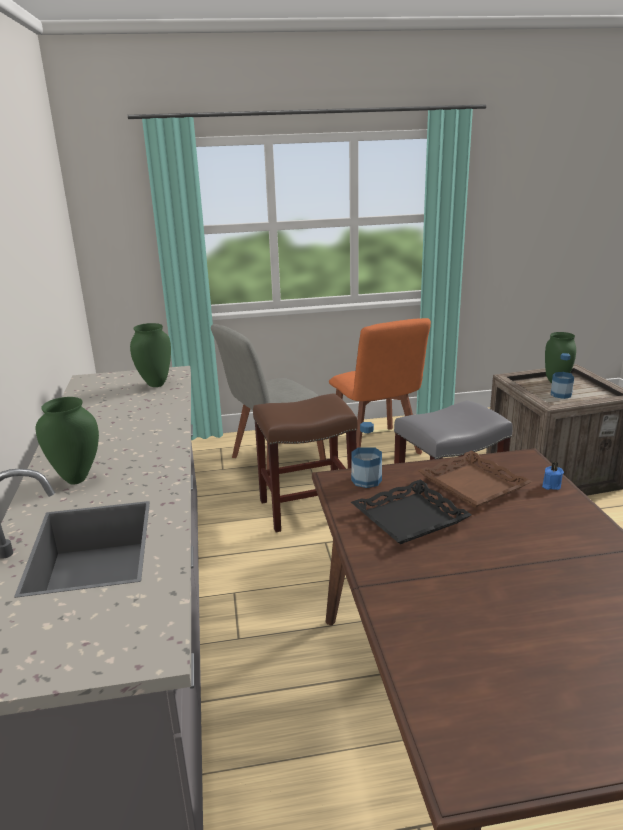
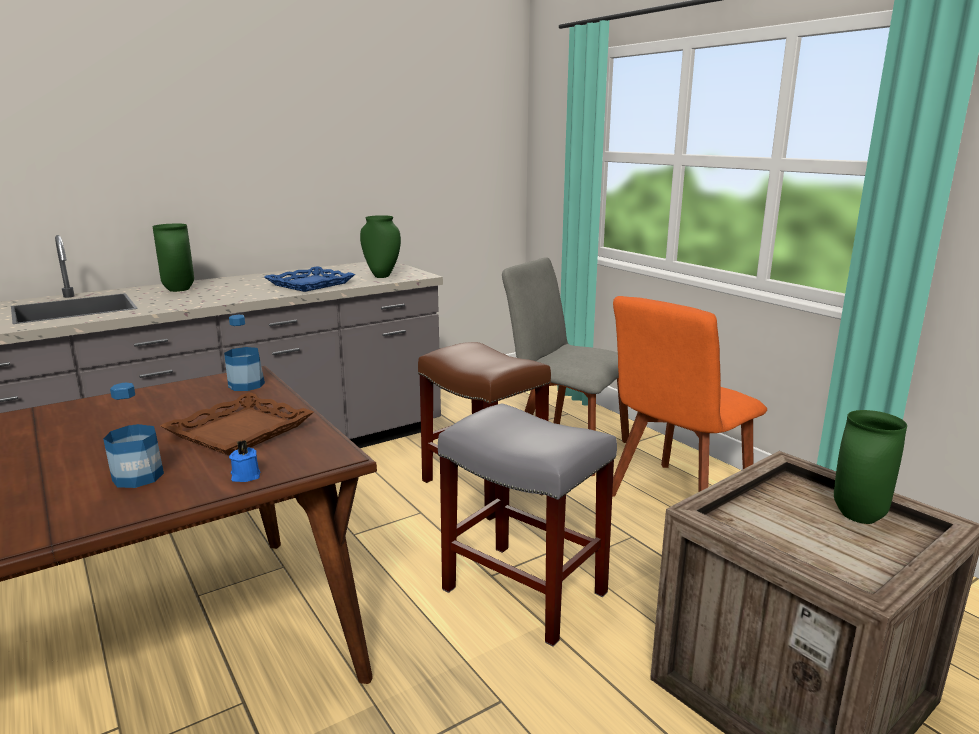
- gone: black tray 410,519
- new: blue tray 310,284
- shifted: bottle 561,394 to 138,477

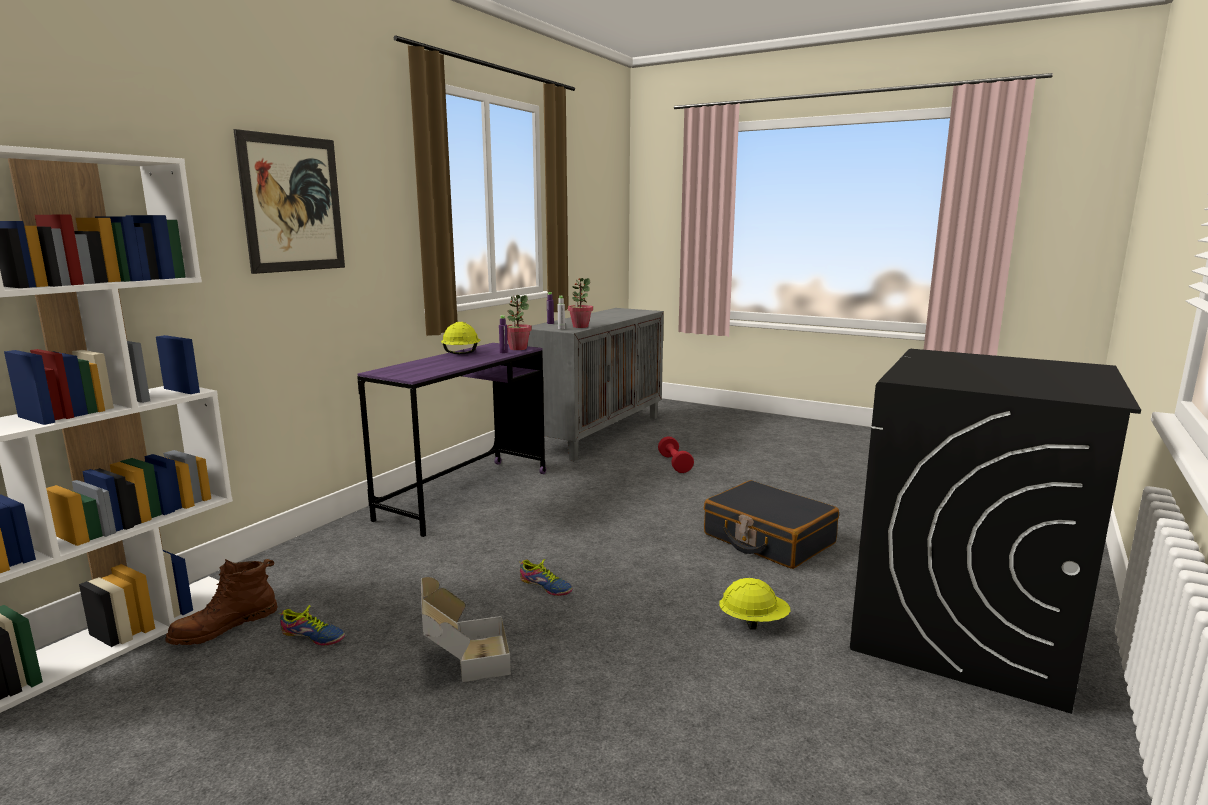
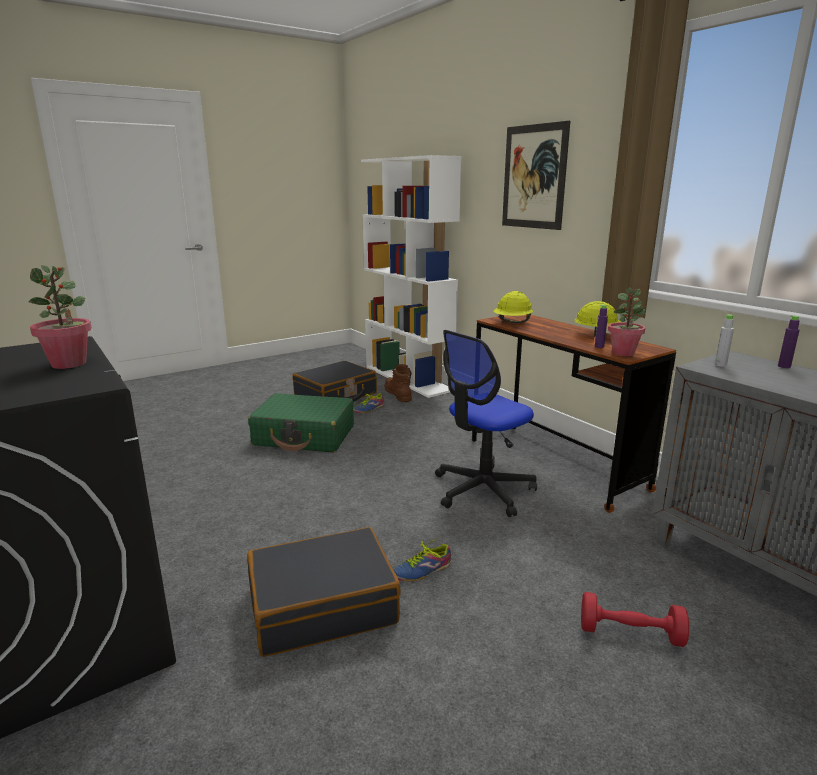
- new: black suitcase 335,395
- new: office chair 483,490
- shifted: shoe 544,587 to 420,569
- shifted: potted plant 580,326 to 69,364
- shifted: yellow hard hat 753,622 to 512,323
- swapped: cardboard box 464,660 to green suitcase 304,436
- repainted: purple desk 465,495 to brown desk 555,464

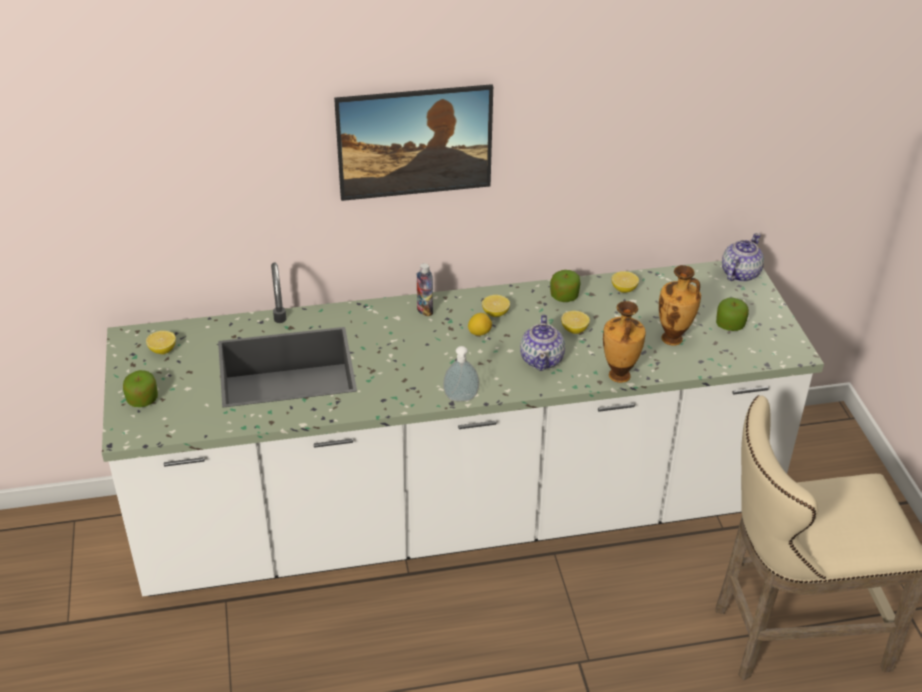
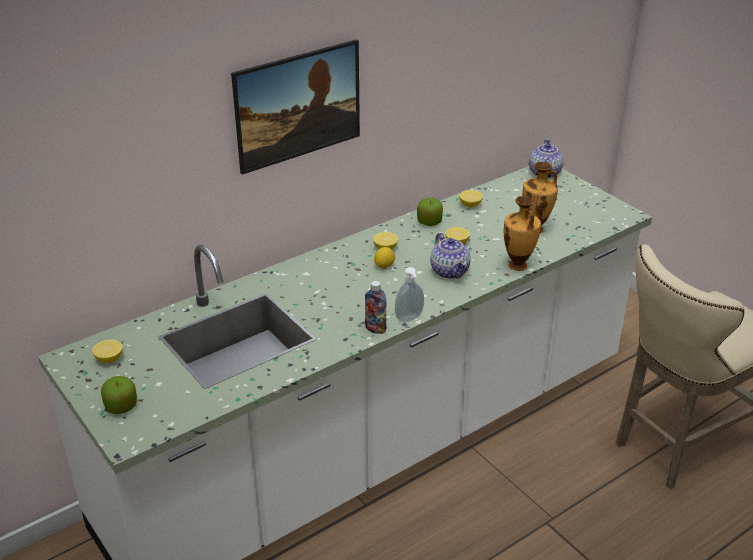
- gone: apple 730,325
- shifted: bottle 425,310 to 375,329

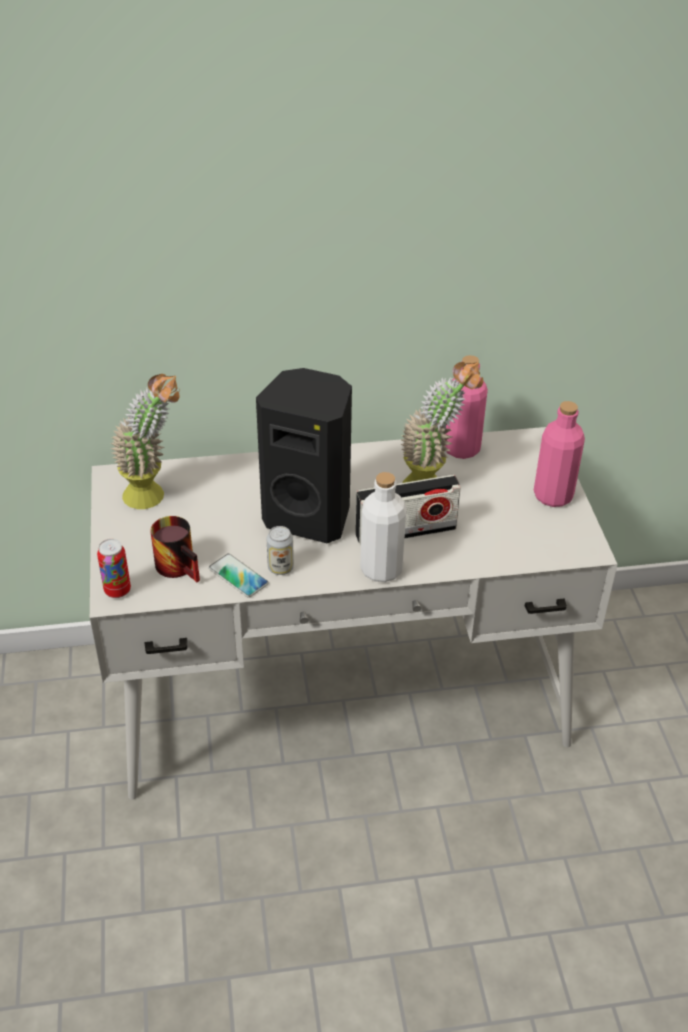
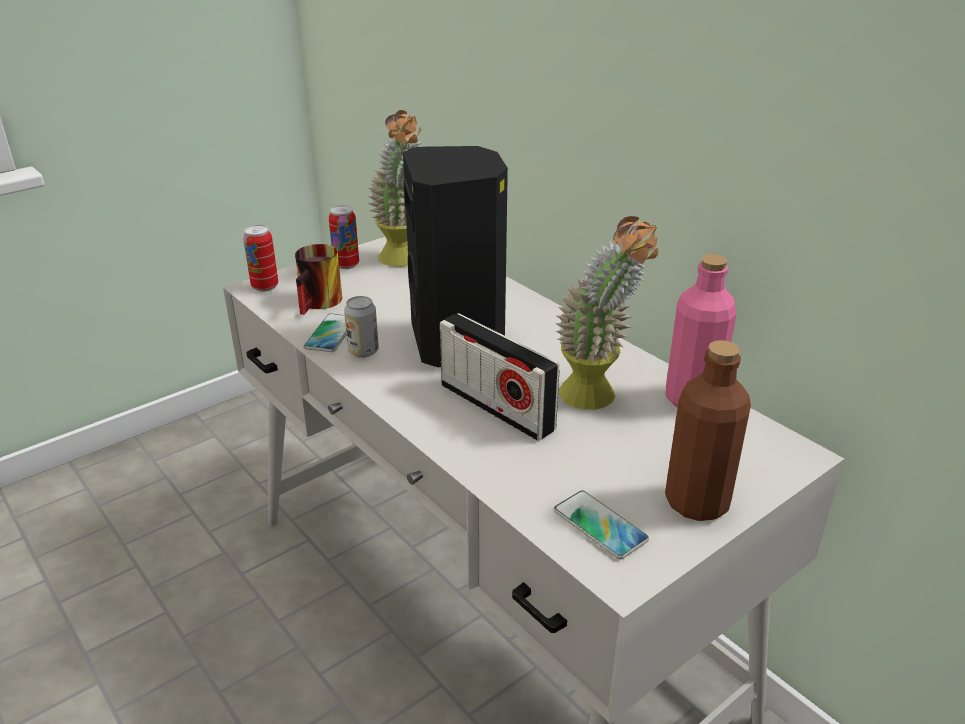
- gone: white bottle 381,569
- new: can 346,265
- new: phone 599,525
- repainted: pink bottle 553,496 to brown bottle 697,502

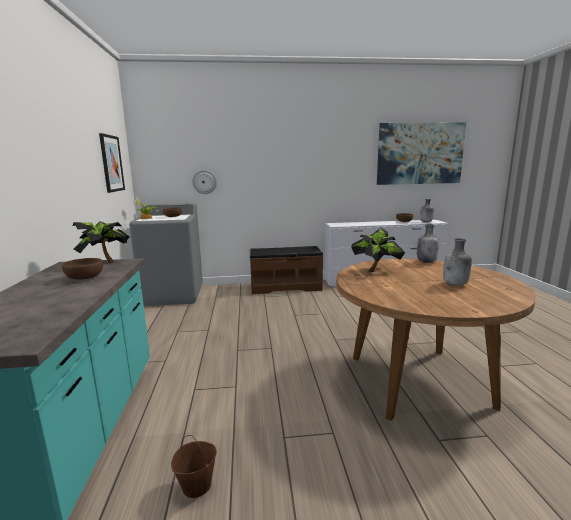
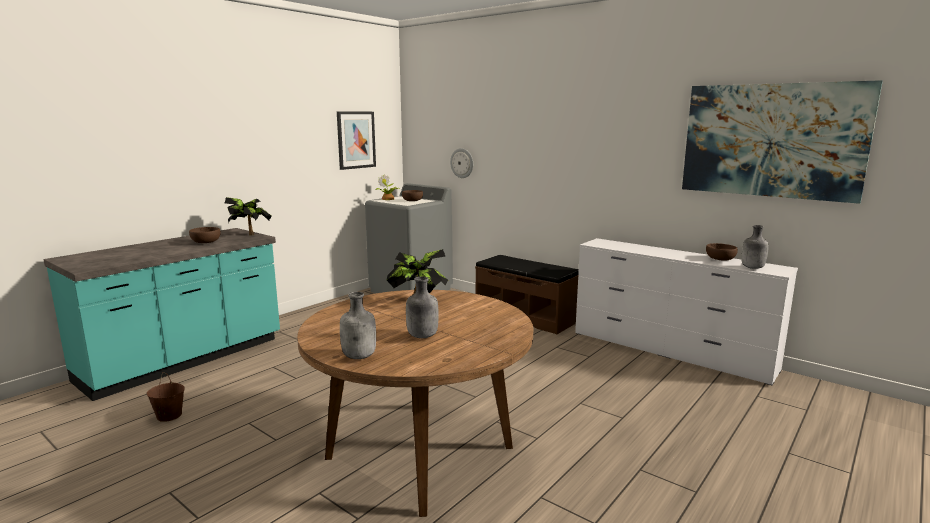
- shifted: grey bottle 426,262 to 360,356

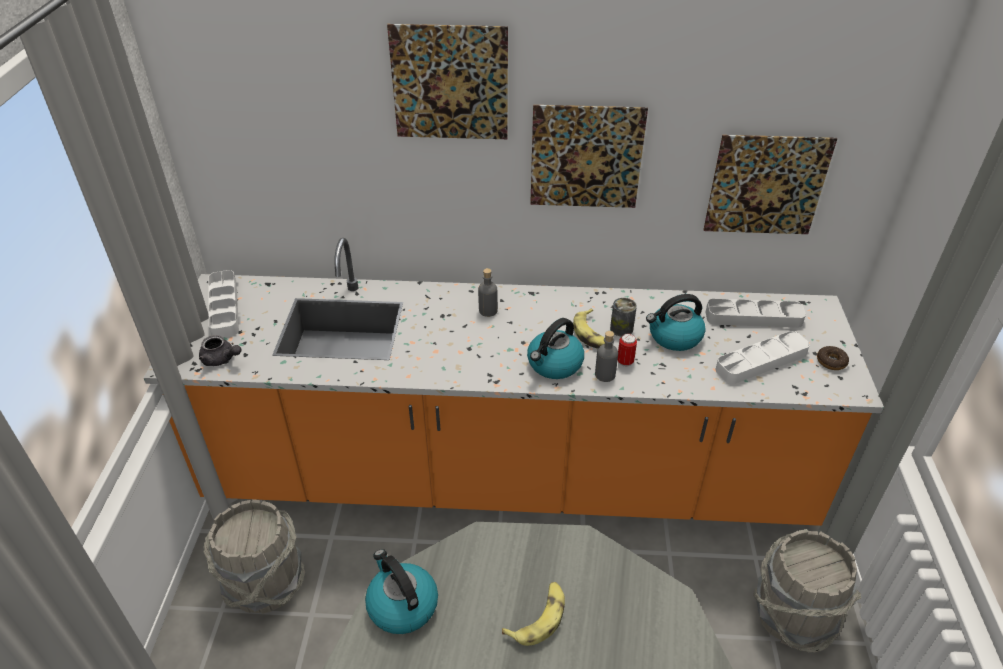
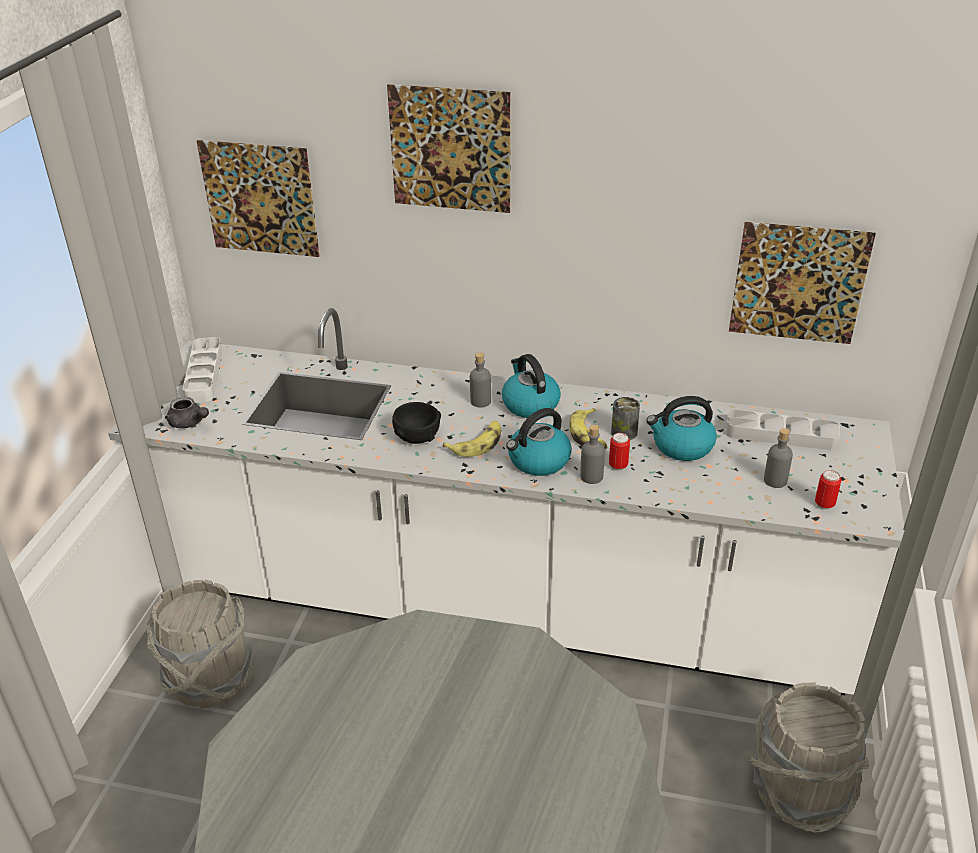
- gone: donut 831,361
- new: black bowl 417,437
- new: can 824,504
- shifted: kettle 401,605 to 529,404
- shifted: banana 538,617 to 477,444
- shifted: picture 586,157 to 260,199
- swapped: white tray 761,361 to grey bottle 775,480
- repainted: orange counter 501,476 to white counter 491,601

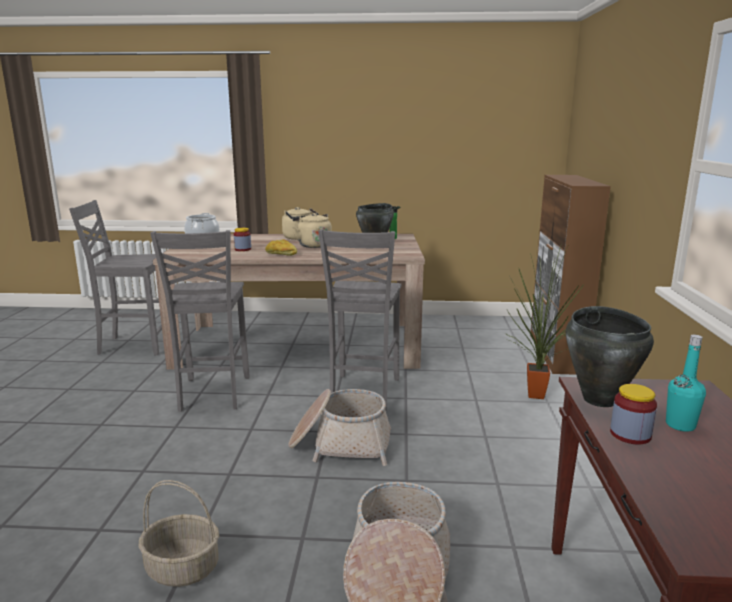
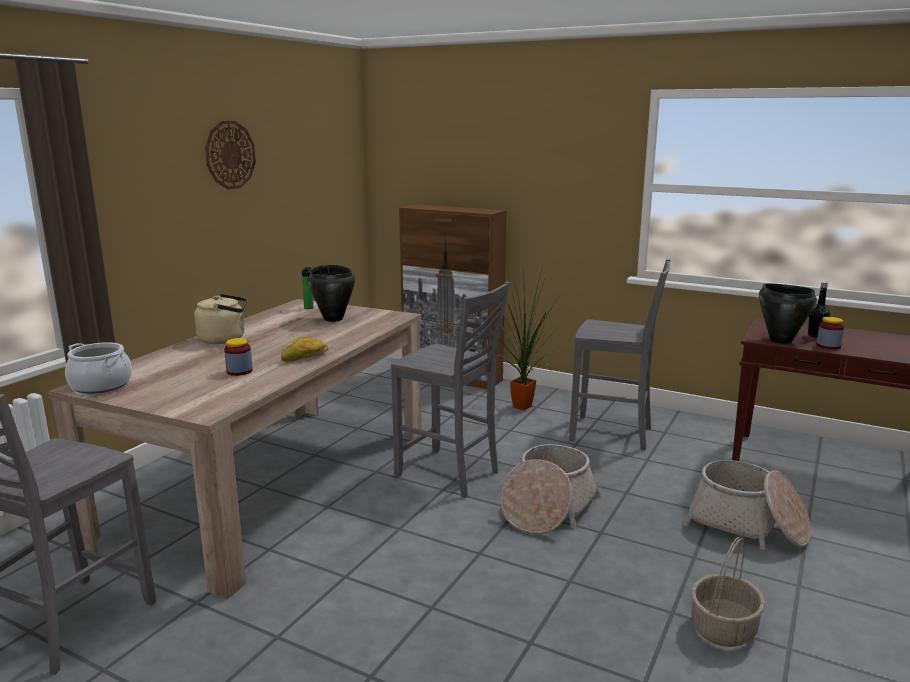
- gone: beige kettle 313,245
- new: wall clock 230,155
- shifted: grey chair 212,394 to 613,434
- repainted: turquoise bottle 680,425 to black bottle 816,335

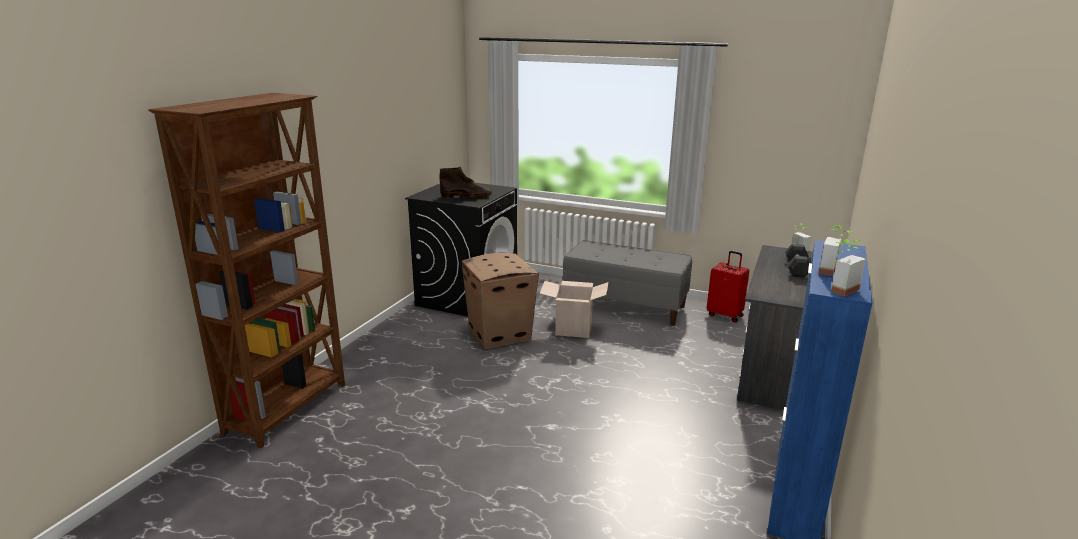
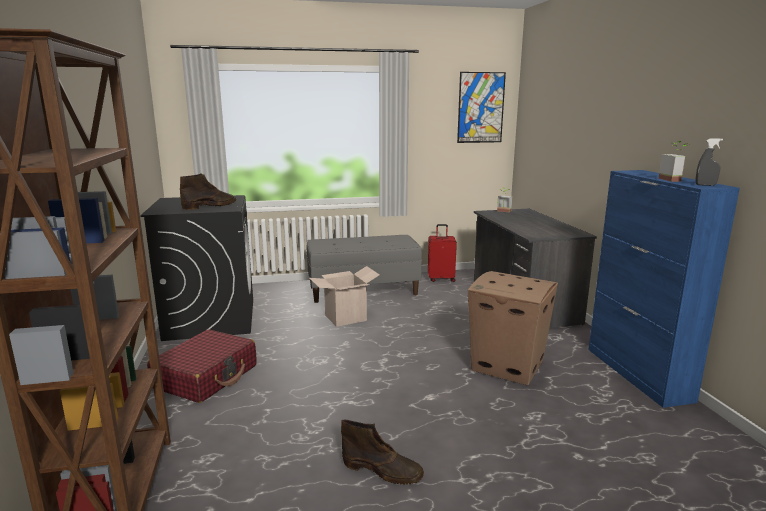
- gone: grey dumbbell 796,269
- new: red suitcase 206,377
- new: brown boot 382,470
- new: picture 480,107
- shifted: cardboard box 500,334 to 508,365
- swapped: potted plant 839,289 to grey spray bottle 705,185

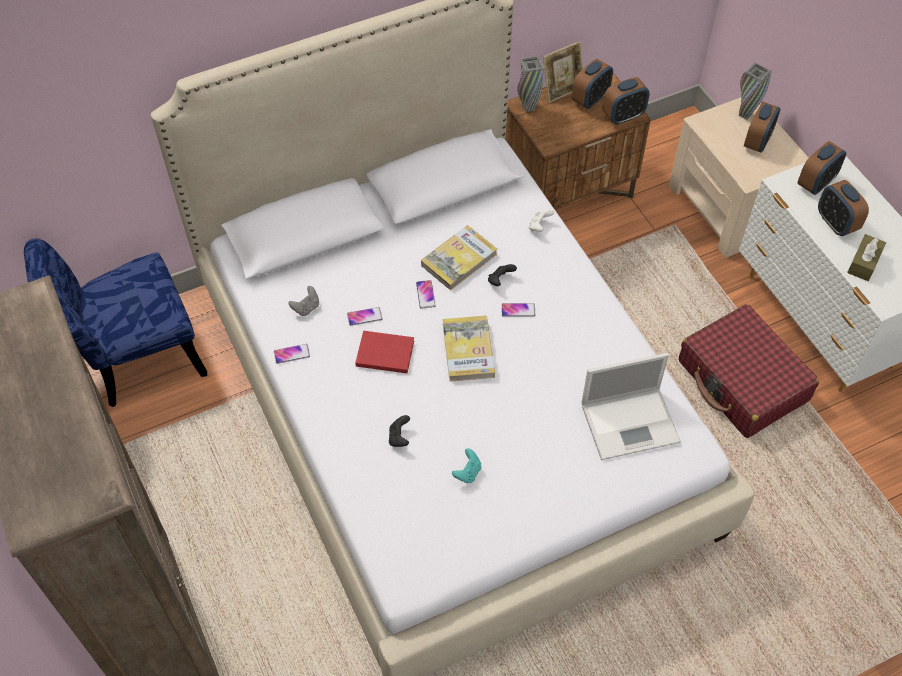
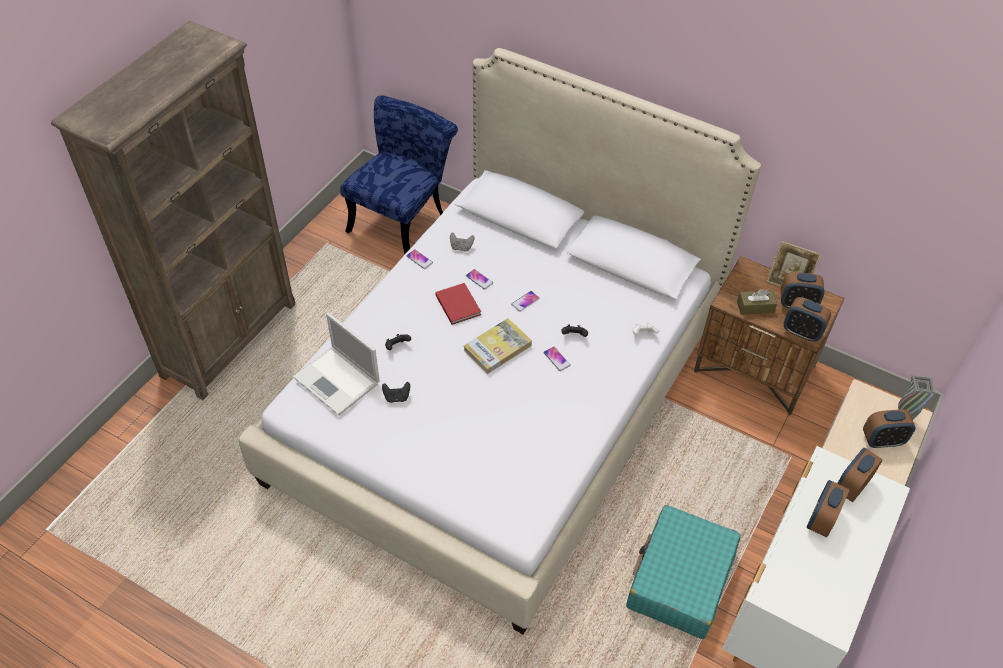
- gone: book 459,260
- gone: grey vase 528,108
- shifted: laptop 631,422 to 338,381
- shifted: brown tissue box 864,263 to 755,307
- repainted: turquoise game controller 467,472 to black game controller 397,397
- repainted: red suitcase 742,381 to turquoise suitcase 680,579
- rotated: blue chair 133,359 = 403,219 90 degrees clockwise
- rotated: alarm clock 816,183 = 851,486 120 degrees clockwise

